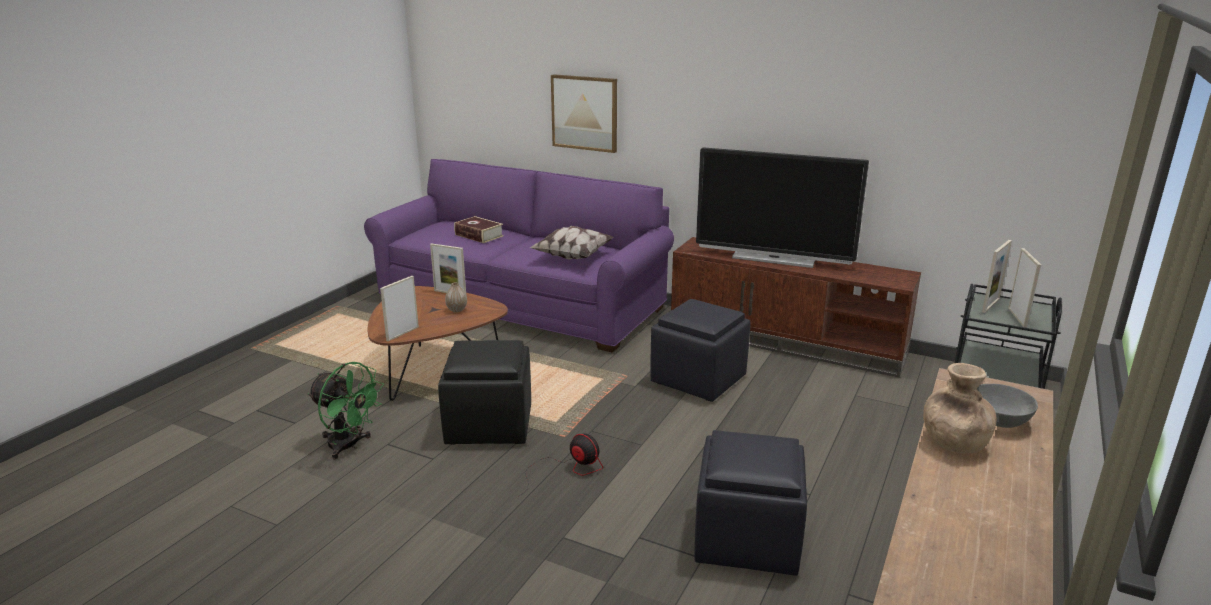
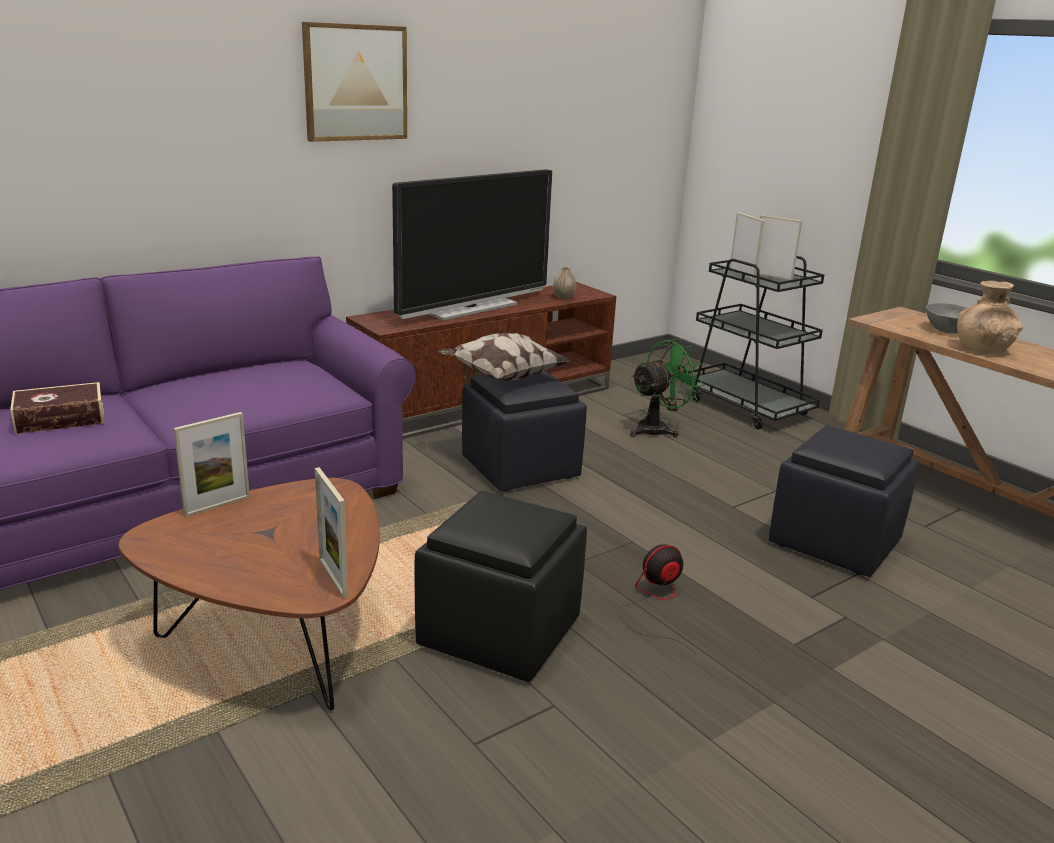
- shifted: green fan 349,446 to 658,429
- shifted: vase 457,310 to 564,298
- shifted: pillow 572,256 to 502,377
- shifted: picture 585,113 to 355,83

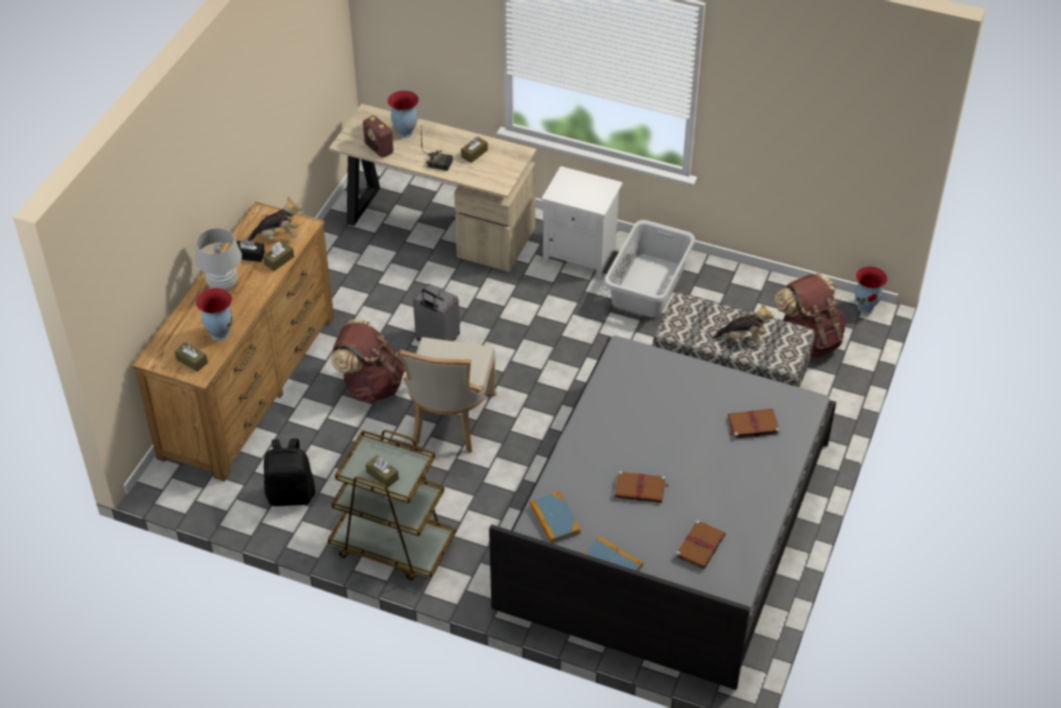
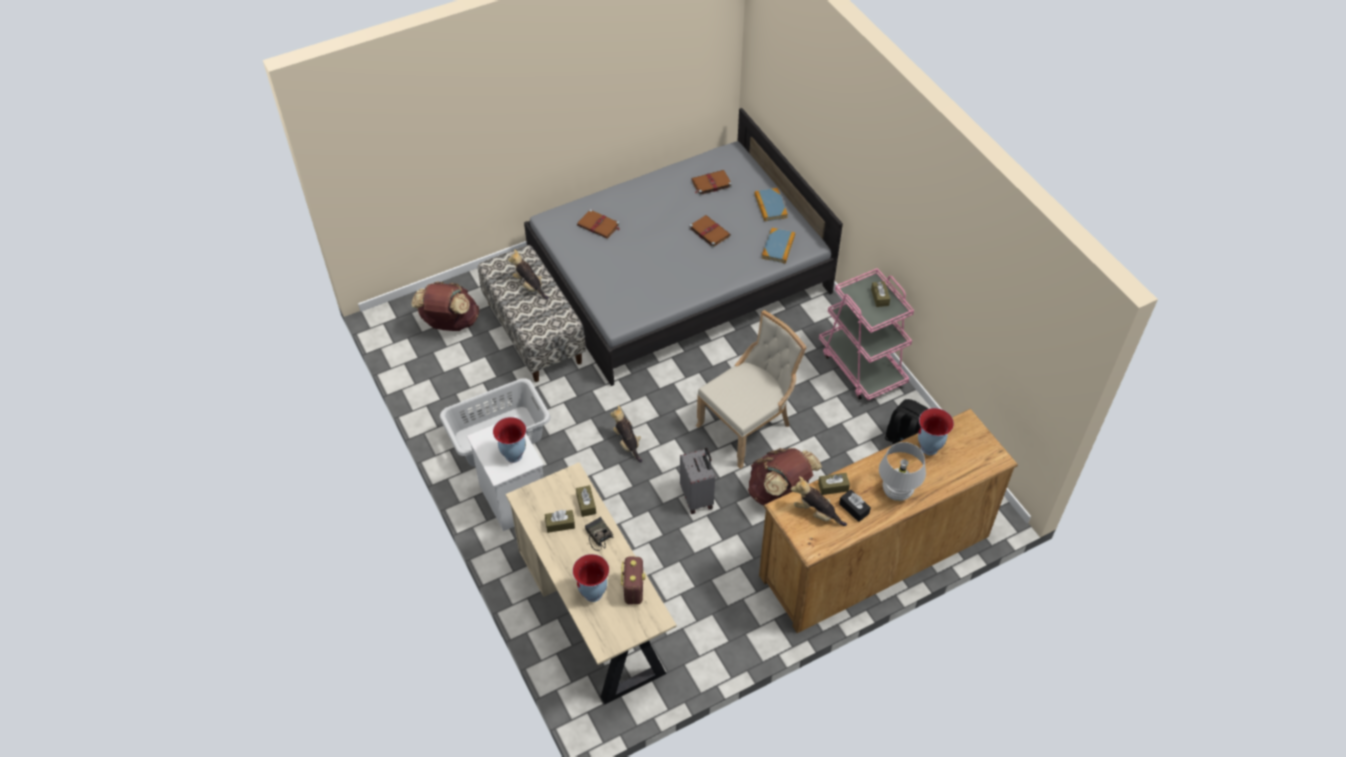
- new: plush toy 627,443
- shifted: brown tissue box 192,361 to 586,504
- shifted: vase 866,306 to 513,455
- repainted: brown cart 392,545 to pink cart 862,366

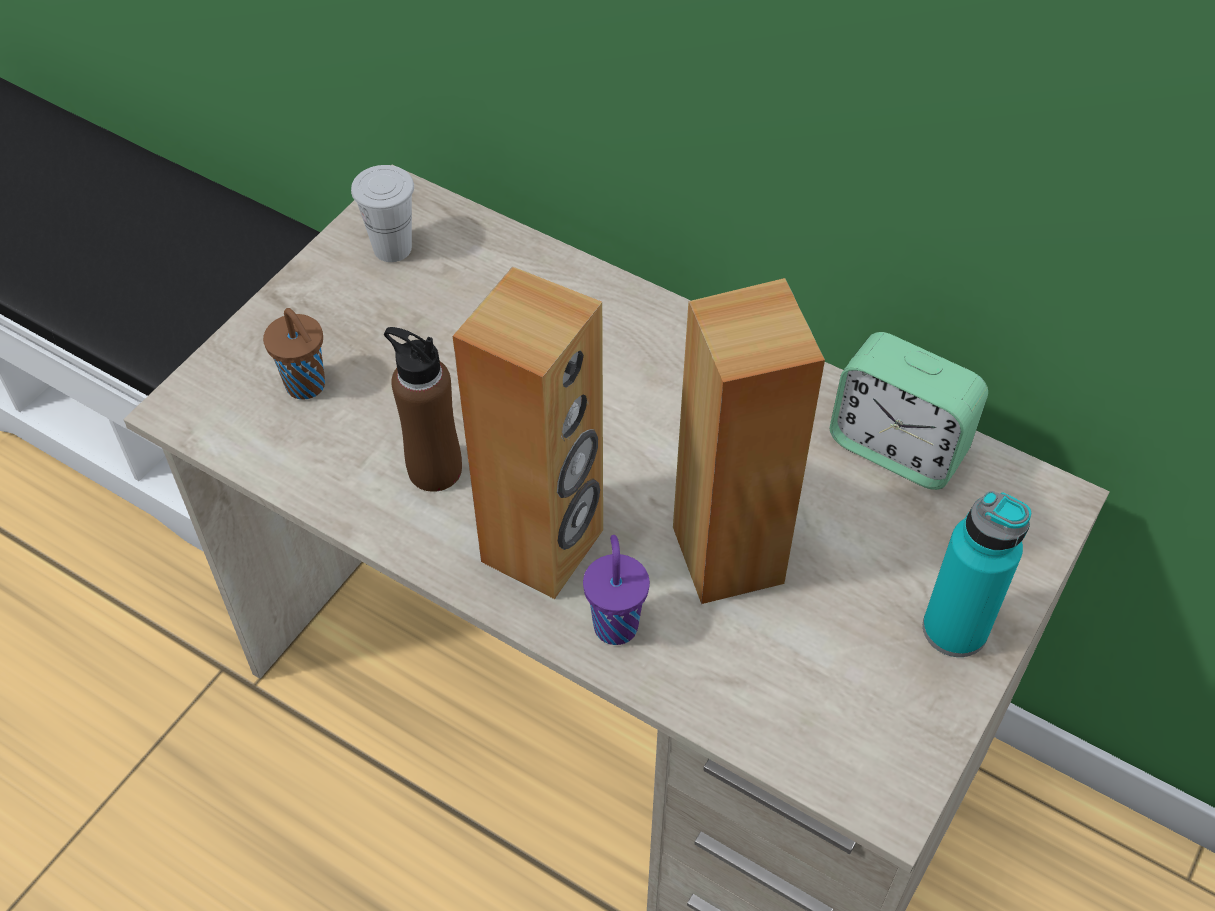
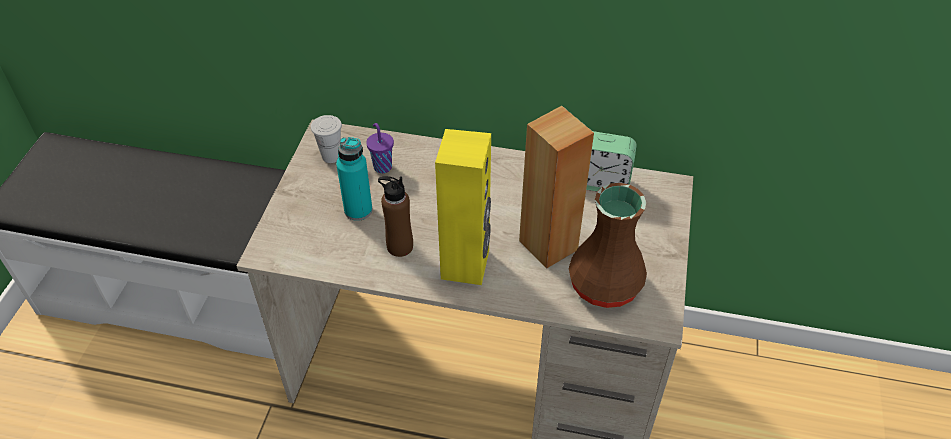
- gone: brown cup 307,387
- new: brown vase 603,285
- shifted: purple cup 615,623 to 382,166
- shifted: turquoise bottle 955,629 to 358,210
- repainted: brown speaker 544,546 to yellow speaker 466,265

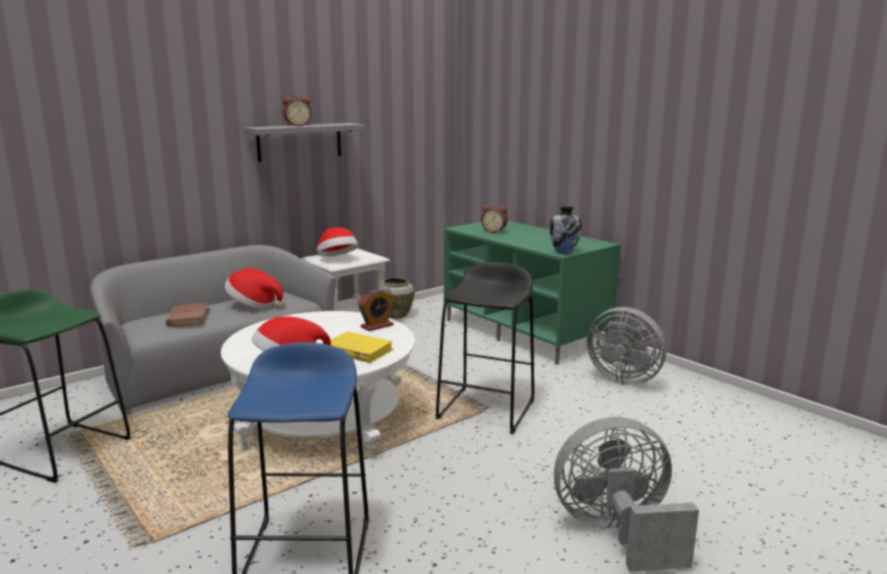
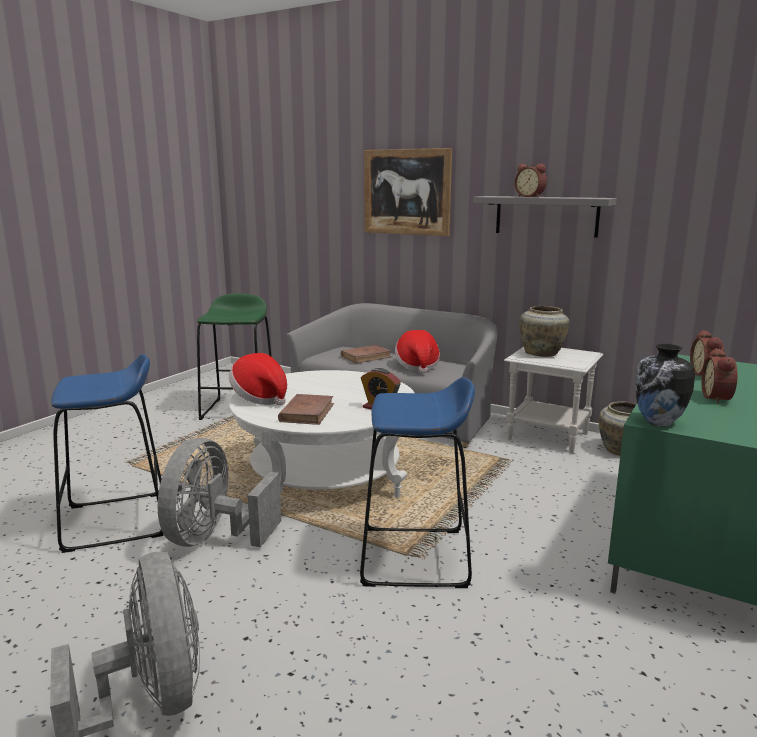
- new: picture 406,192
- new: alarm clock 718,398
- shifted: grey fan 623,378 to 214,538
- swapped: hat 337,259 to beige vase 542,354
- repainted: yellow book 357,351 to brown book 307,412
- repainted: black stool 487,409 to blue stool 414,557

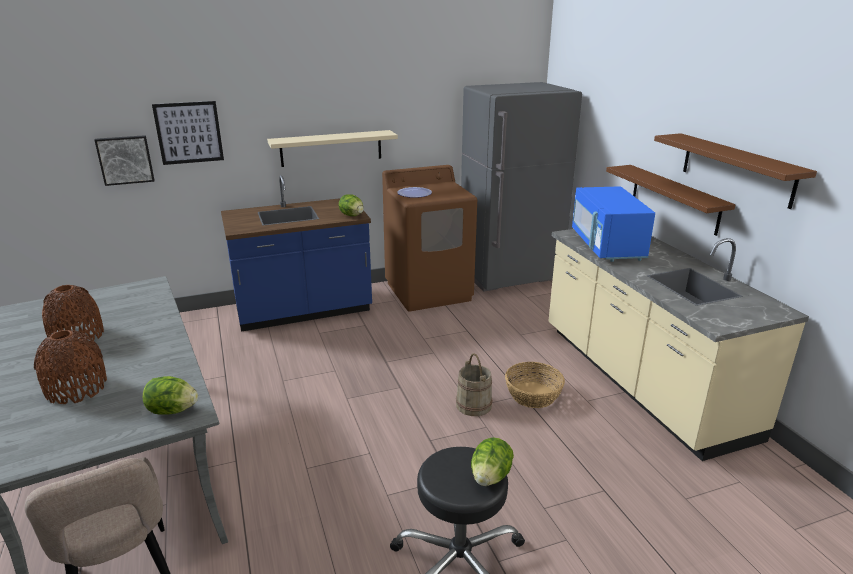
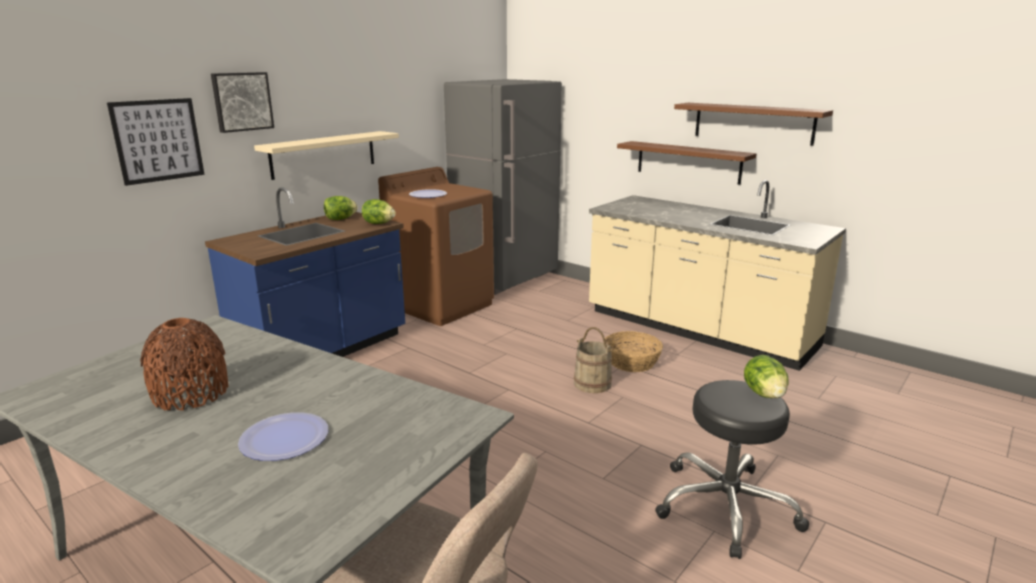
- gone: blue microwave 607,246
- shifted: picture 125,159 to 242,101
- shifted: lettuce 172,410 to 340,219
- swapped: brown vase 76,388 to plate 285,438

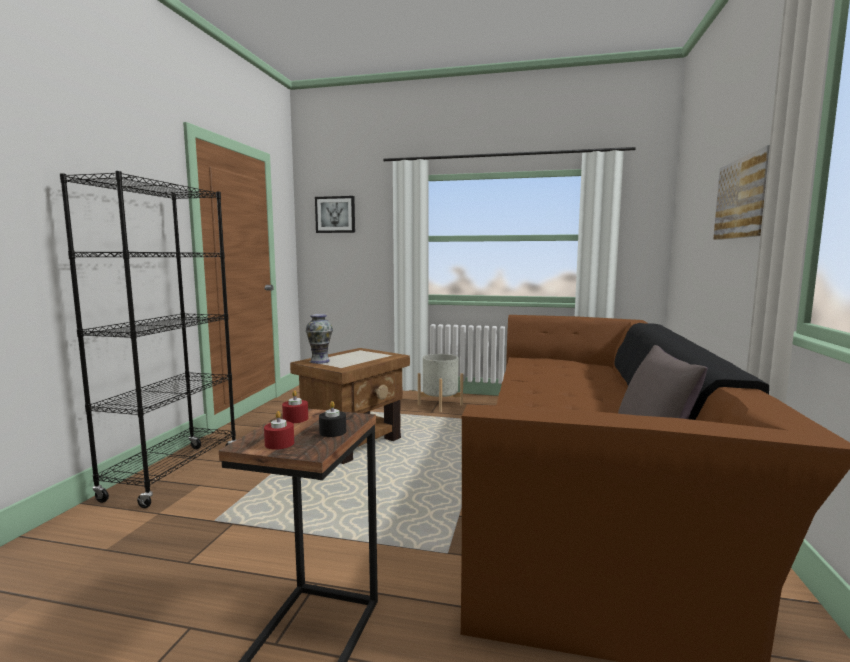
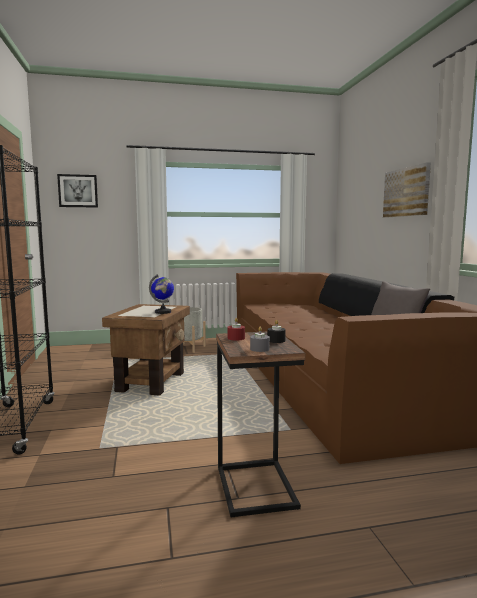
- gone: vase 319,361
- new: globe 163,312
- repainted: red candle 279,443 to grey candle 259,349

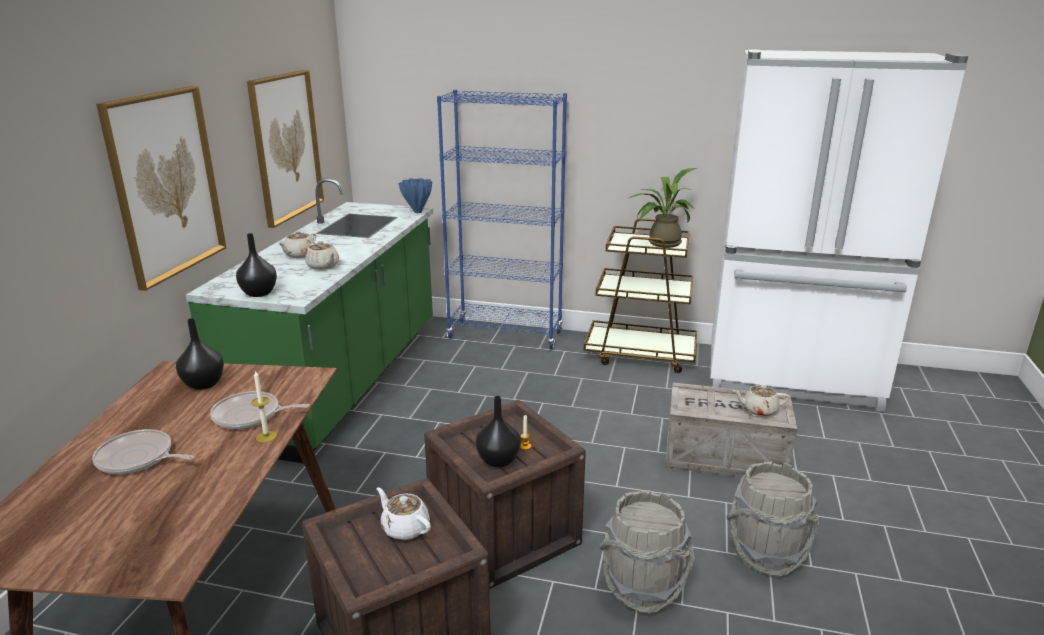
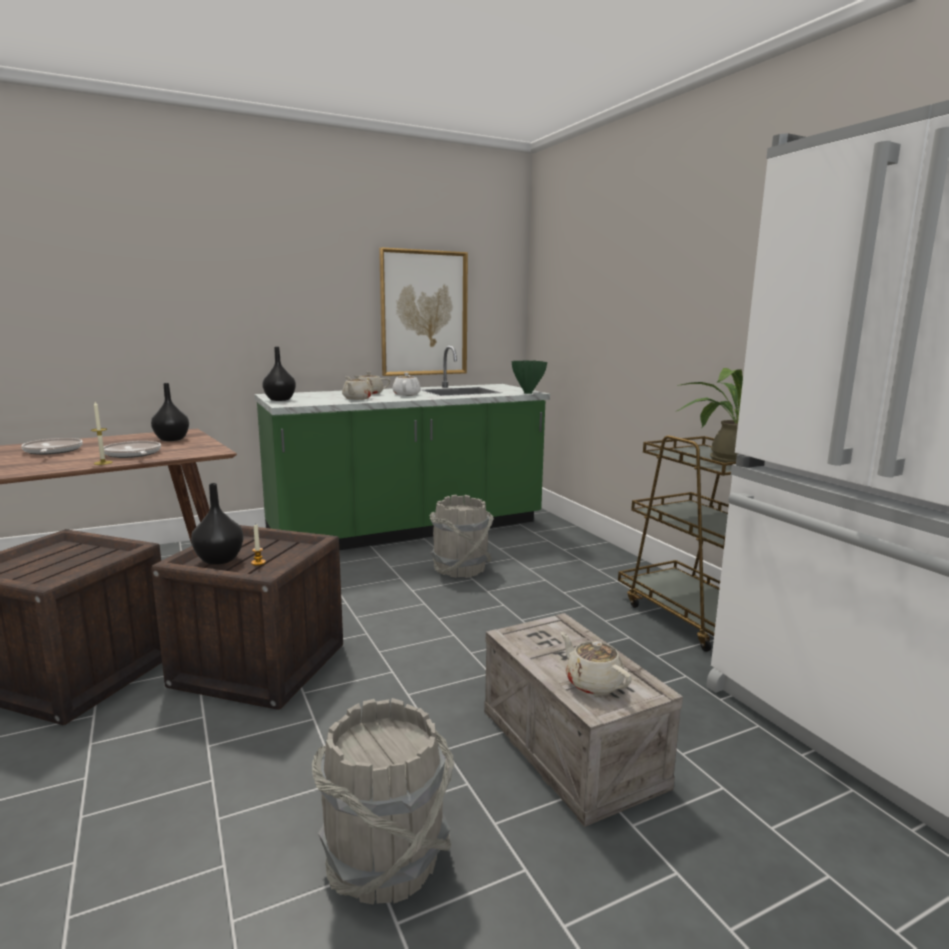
- gone: picture 165,184
- gone: blue bookcase 505,335
- shifted: white teapot 405,528 to 406,394
- shifted: grey bucket 643,587 to 460,569
- repainted: blue vase 417,212 to green vase 528,393

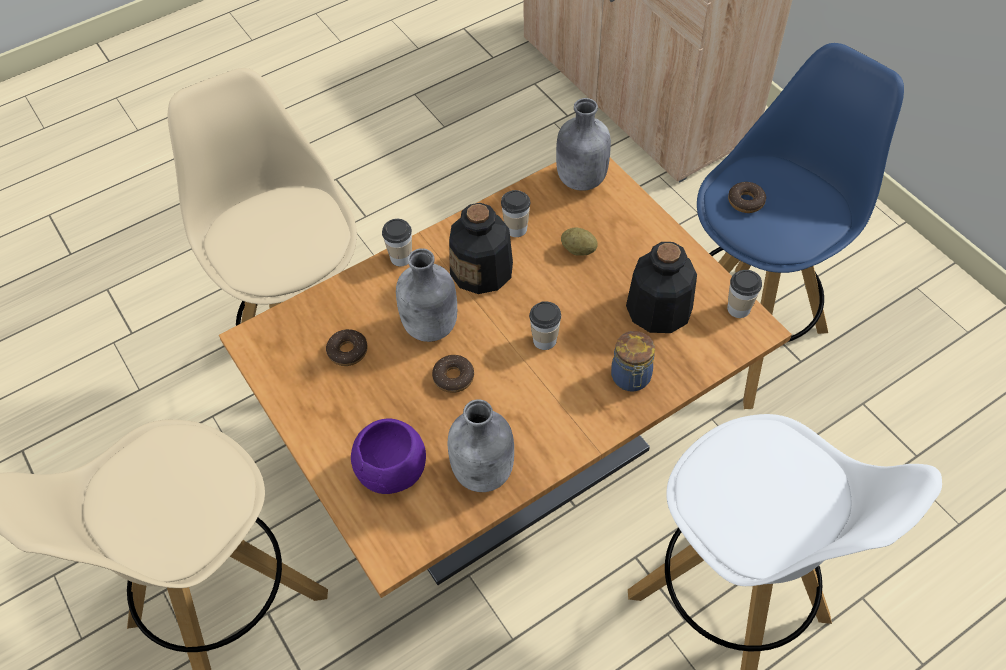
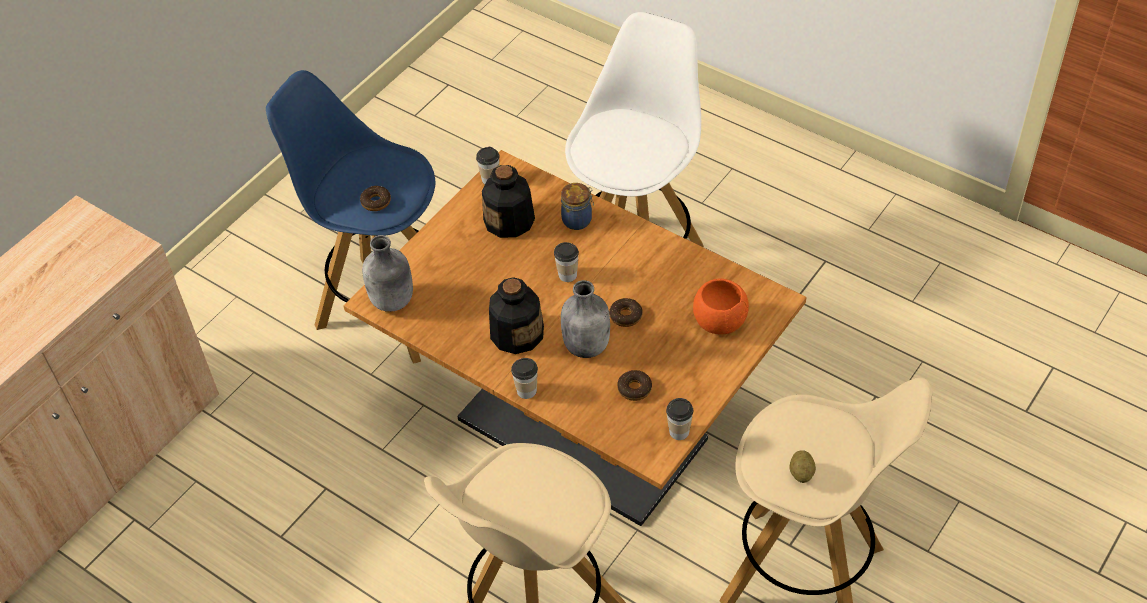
- gone: grey bottle 484,472
- shifted: cup 516,229 to 679,431
- shifted: potato 578,250 to 801,473
- repainted: purple bowl 393,471 to orange bowl 719,321

